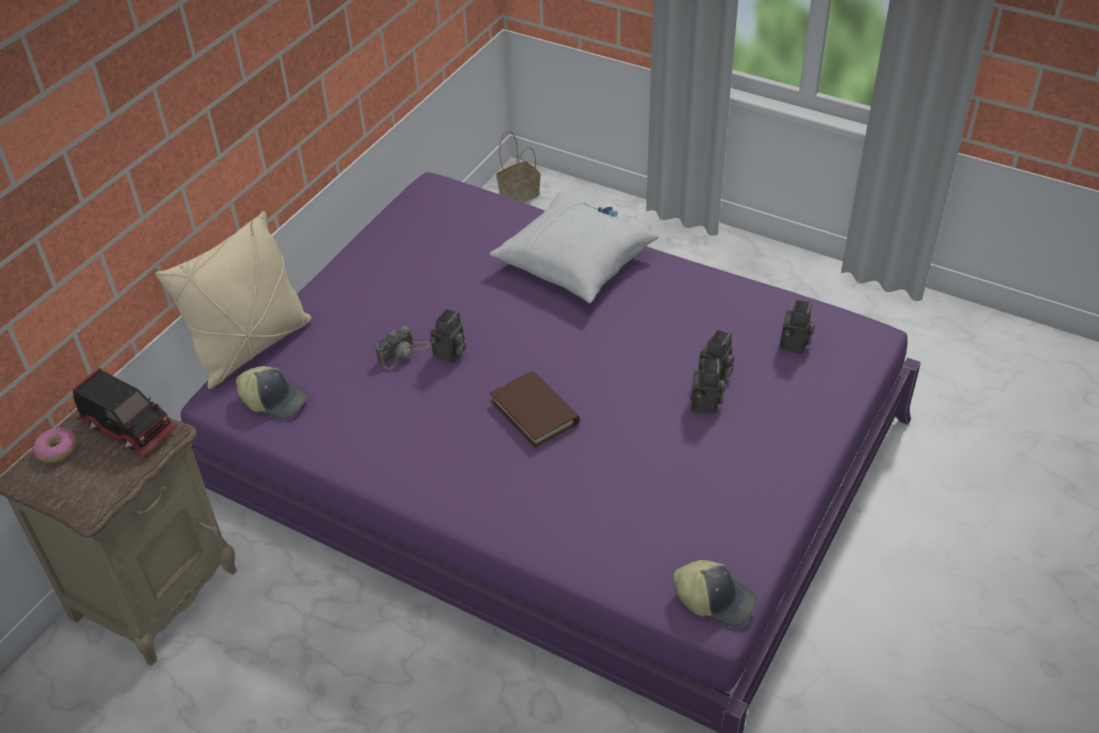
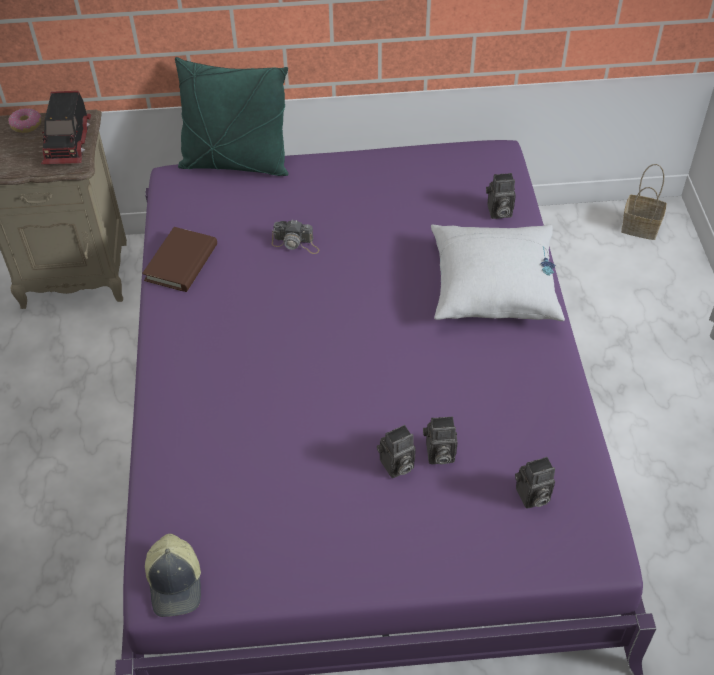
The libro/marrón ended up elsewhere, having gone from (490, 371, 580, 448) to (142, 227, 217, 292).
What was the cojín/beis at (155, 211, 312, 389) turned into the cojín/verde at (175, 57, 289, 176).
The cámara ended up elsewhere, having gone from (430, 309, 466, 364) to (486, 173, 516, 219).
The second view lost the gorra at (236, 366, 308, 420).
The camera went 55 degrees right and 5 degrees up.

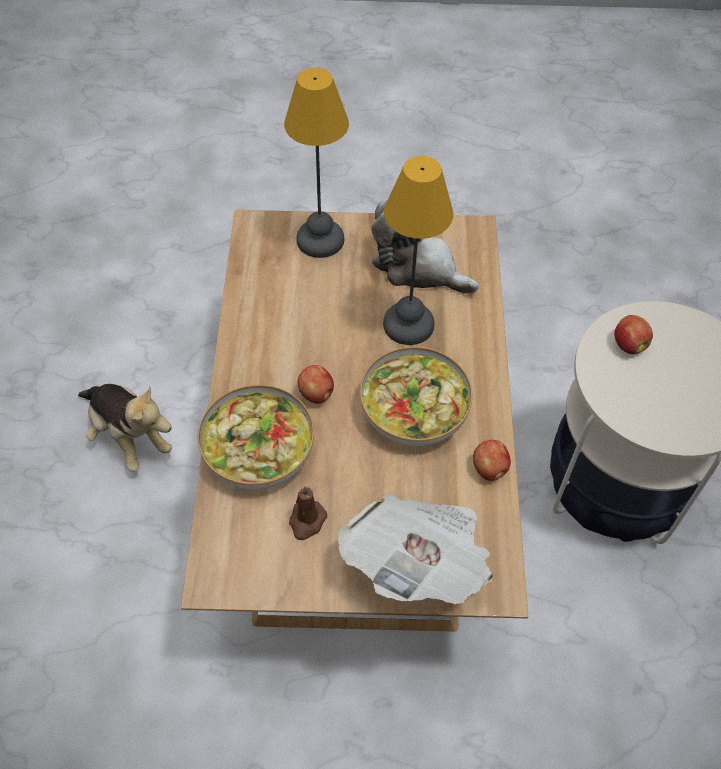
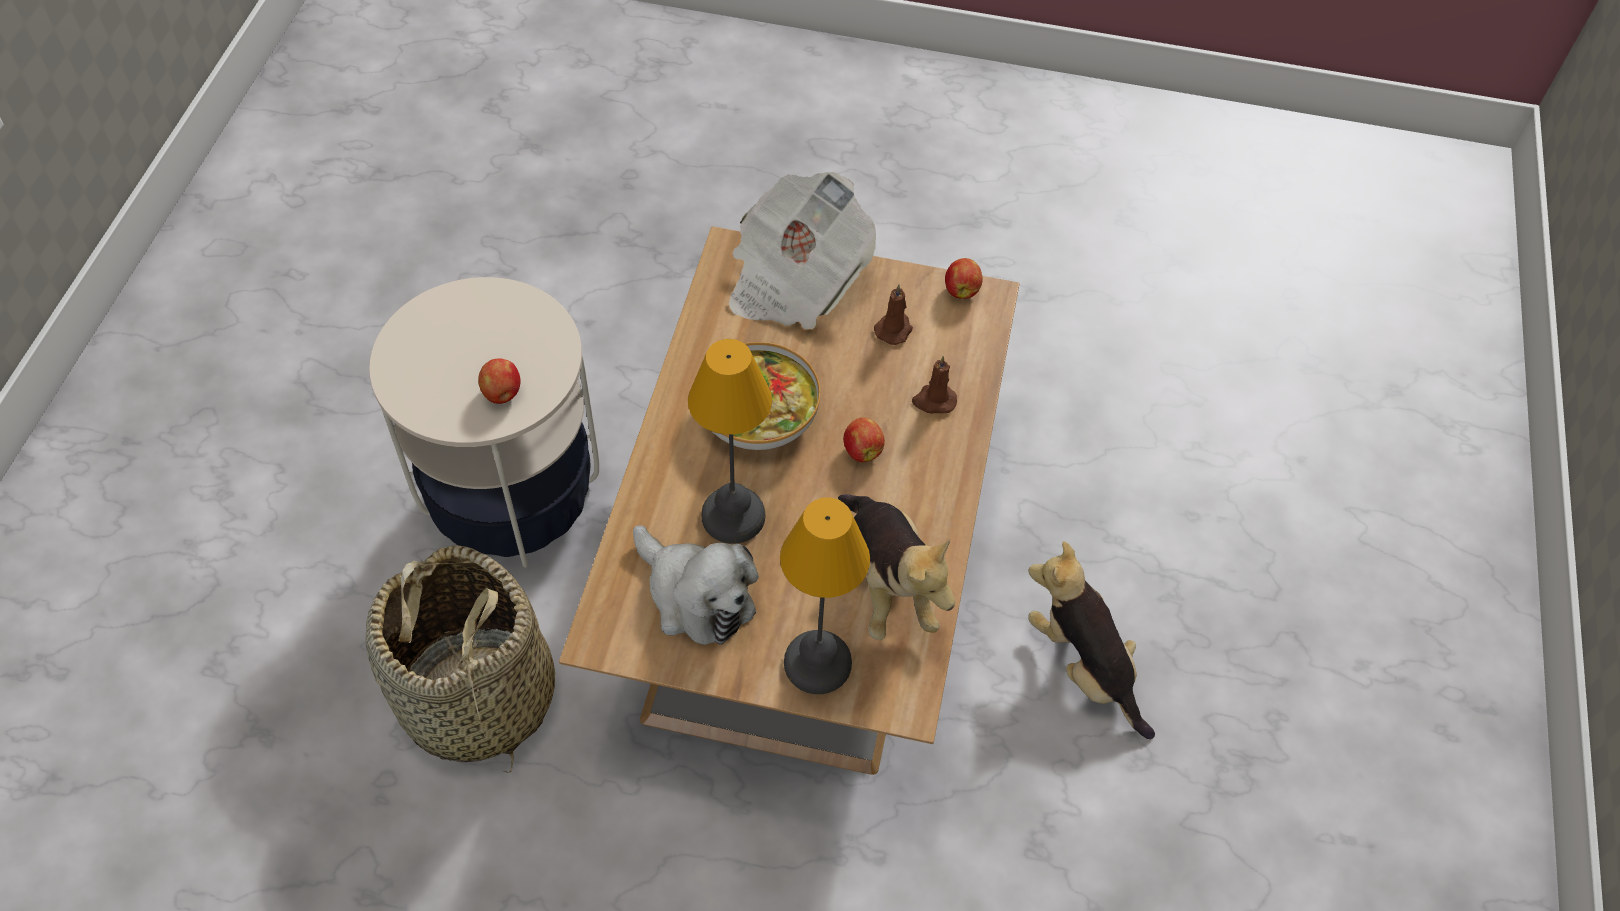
The second view gained the cesta at (366, 545, 555, 773).
The second view gained the peluche at (838, 494, 955, 640).
Where the cuenco stood at (198, 385, 314, 489), the vela/marrón came to stand at (912, 356, 957, 414).
The manzana ended up elsewhere, having gone from (473, 440, 511, 481) to (945, 258, 983, 299).
The camera went 170 degrees left and 0 degrees up.

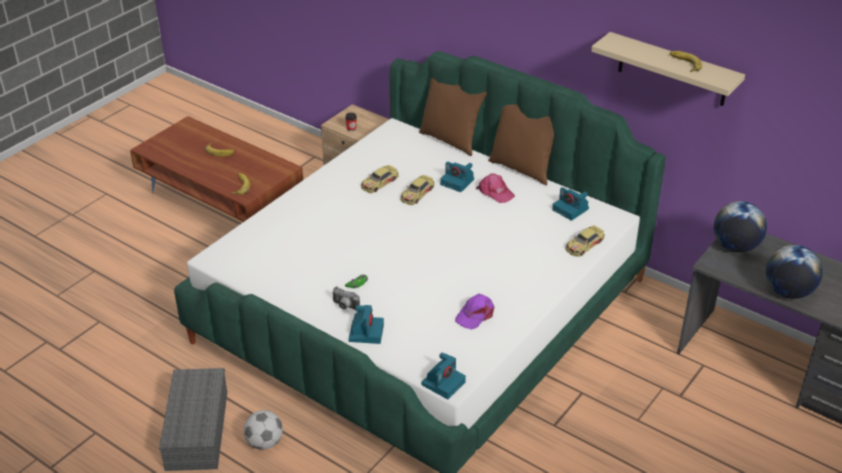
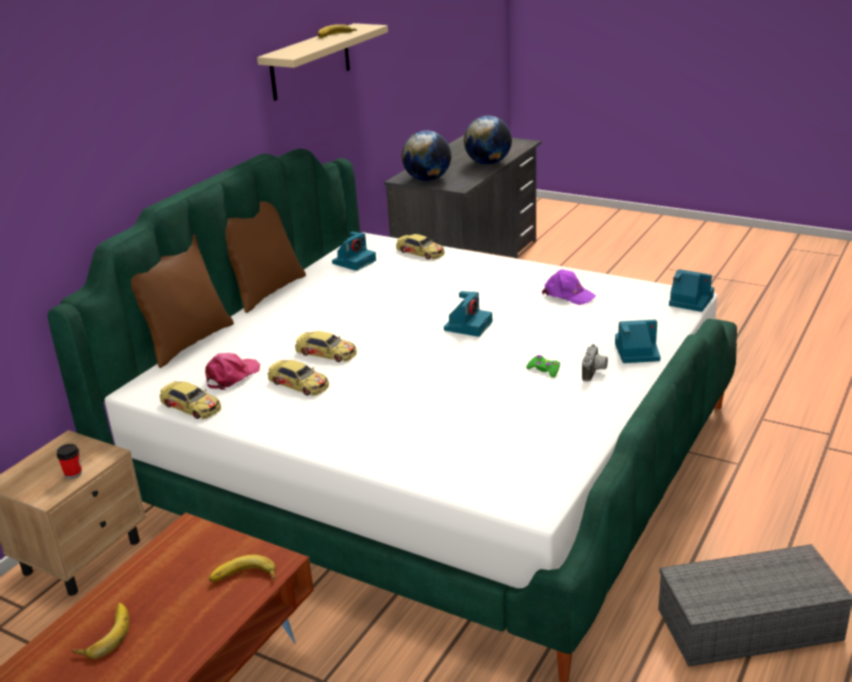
The second view gained the coche de juguete at (159, 381, 221, 419).
The gorra/rosa ended up elsewhere, having gone from (476, 173, 515, 203) to (205, 353, 260, 390).
The cámara ended up elsewhere, having gone from (440, 162, 474, 192) to (444, 291, 492, 337).
The second view lost the balón de fútbol at (244, 410, 283, 450).
The camera went 95 degrees left and 10 degrees down.

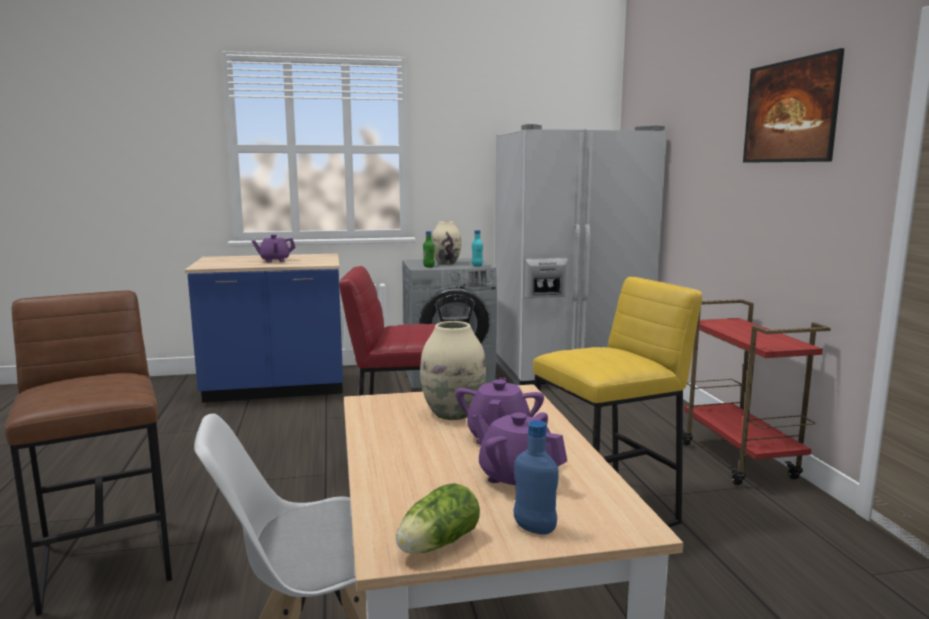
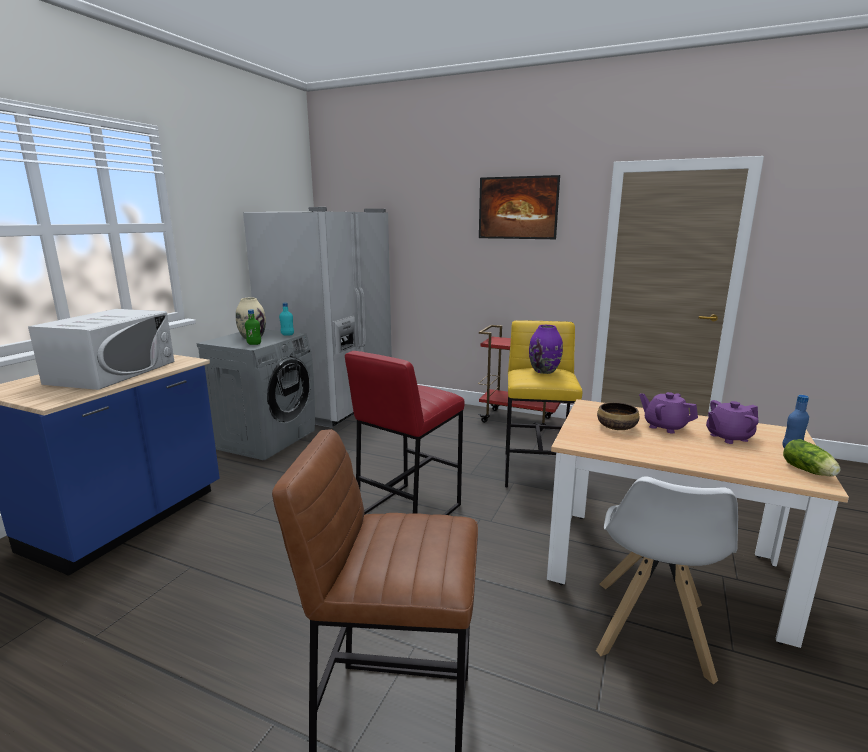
Where the tetera/morado stood at (252, 234, 296, 263), the microondas/blanco came to stand at (28, 309, 174, 390).
The second view gained the florero/morado at (529, 325, 563, 374).
Where the florero/beis stood at (420, 321, 486, 420), the cuenco came to stand at (597, 402, 639, 430).
The camera went 55 degrees left and 5 degrees up.

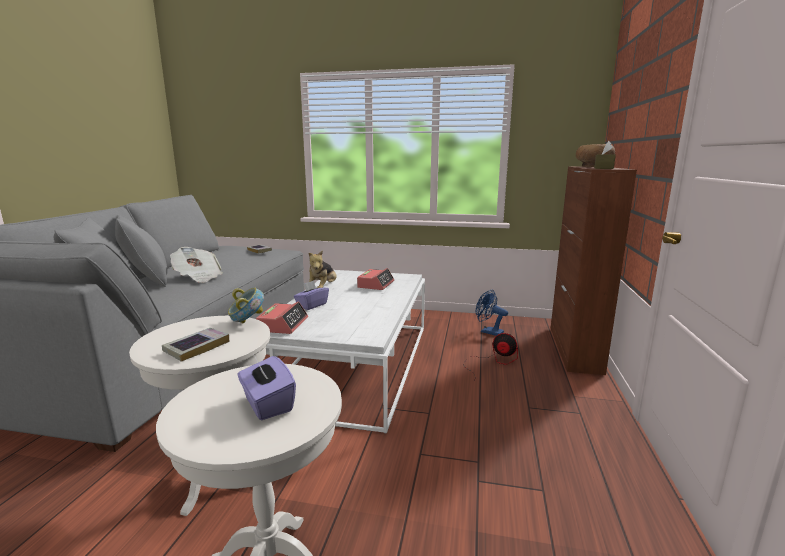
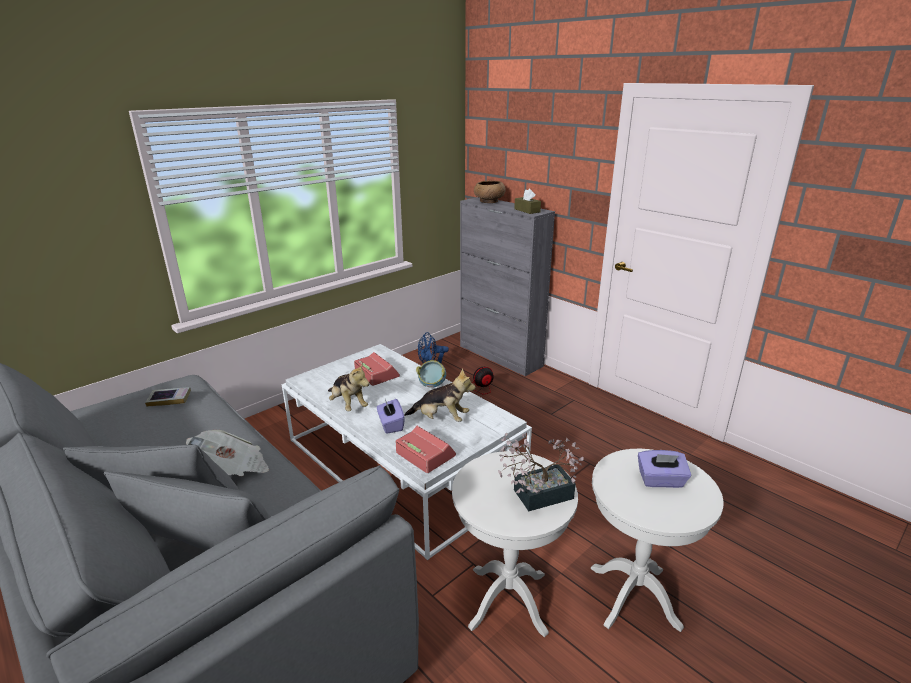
The second view gained the peluche at (405, 369, 476, 422).
The cuenco ended up elsewhere, having gone from (228, 288, 264, 324) to (416, 360, 446, 388).
What was the armario/marrón at (551, 167, 637, 375) turned into the armario/gris at (460, 197, 555, 376).
Where the libro stood at (162, 328, 230, 362), the planta en maceta came to stand at (498, 432, 584, 511).
The camera went 55 degrees left and 10 degrees up.

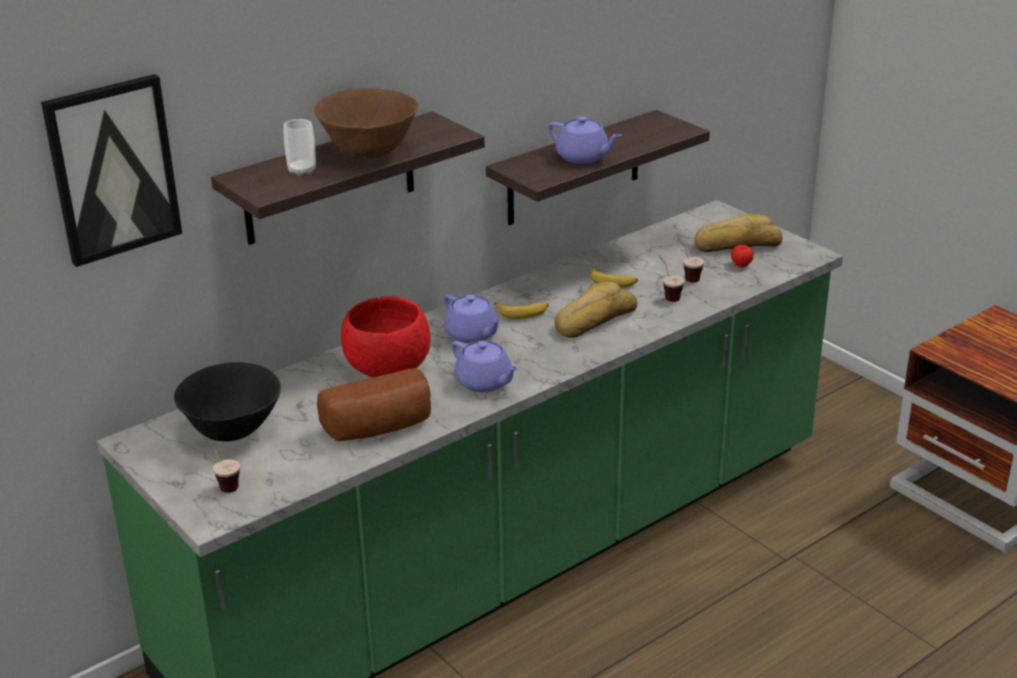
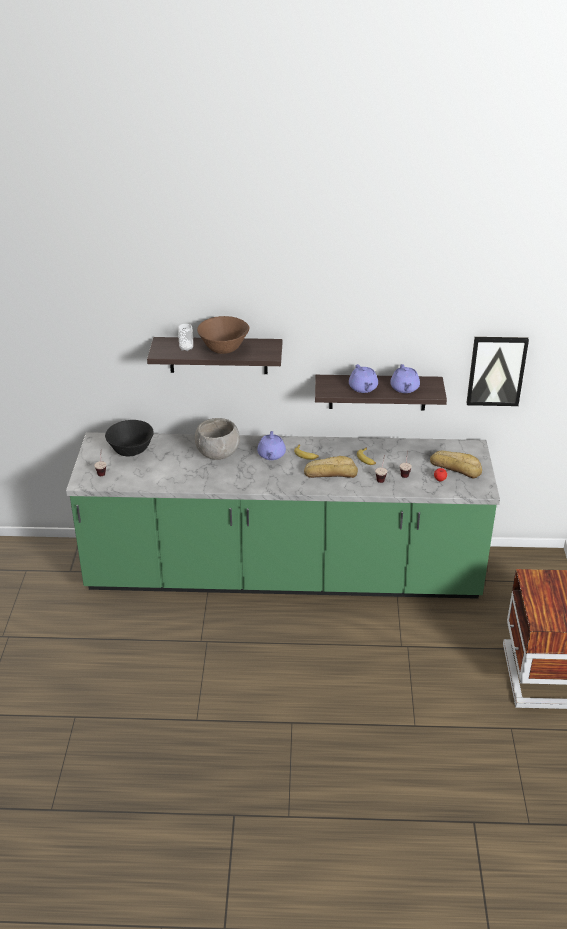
What was the cuenco/rojo at (341, 296, 431, 377) turned into the cuenco/gris at (195, 418, 240, 460).
The tetera/morado ended up elsewhere, having gone from (452, 341, 519, 392) to (390, 364, 420, 393).
The cuadro ended up elsewhere, having gone from (41, 74, 182, 267) to (466, 337, 529, 406).
The second view lost the pan at (317, 368, 431, 441).
The camera went 40 degrees right and 5 degrees up.

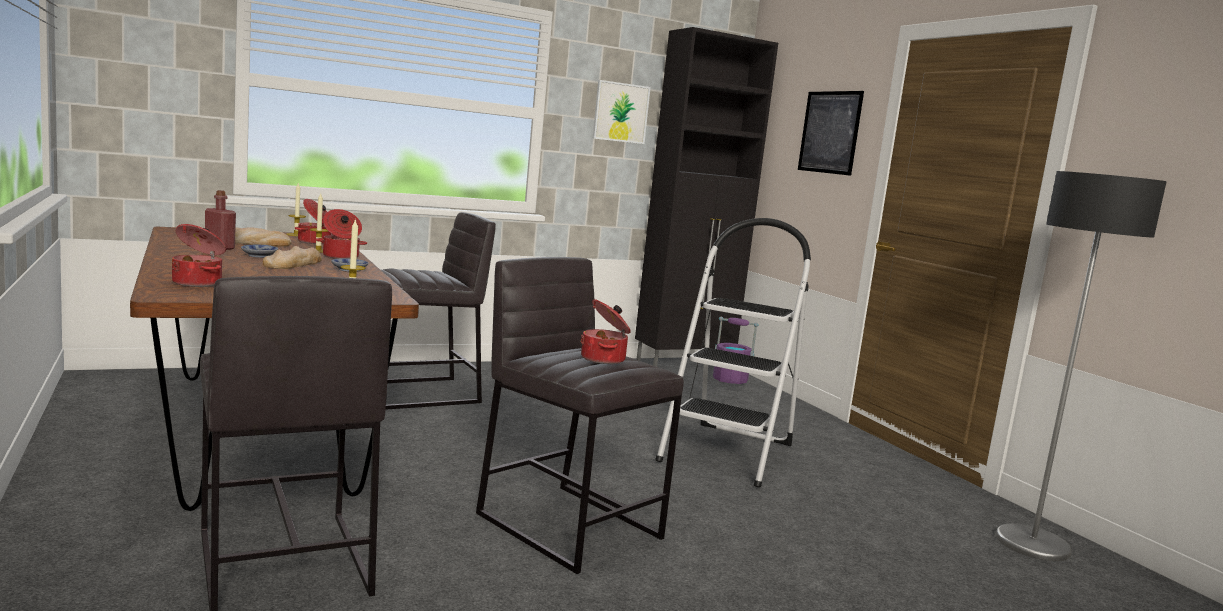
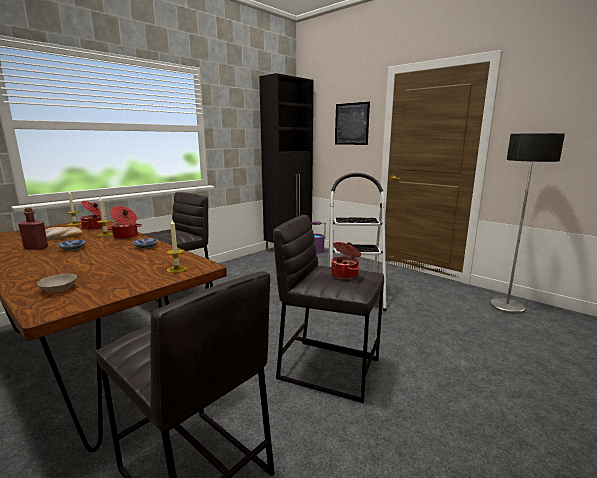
Where the olla stood at (172, 224, 226, 287), the cuenco/beis came to stand at (37, 274, 77, 292).
The second view lost the pan at (263, 246, 322, 269).
The second view lost the cuadro at (593, 80, 651, 144).
The camera went 20 degrees left and 5 degrees up.

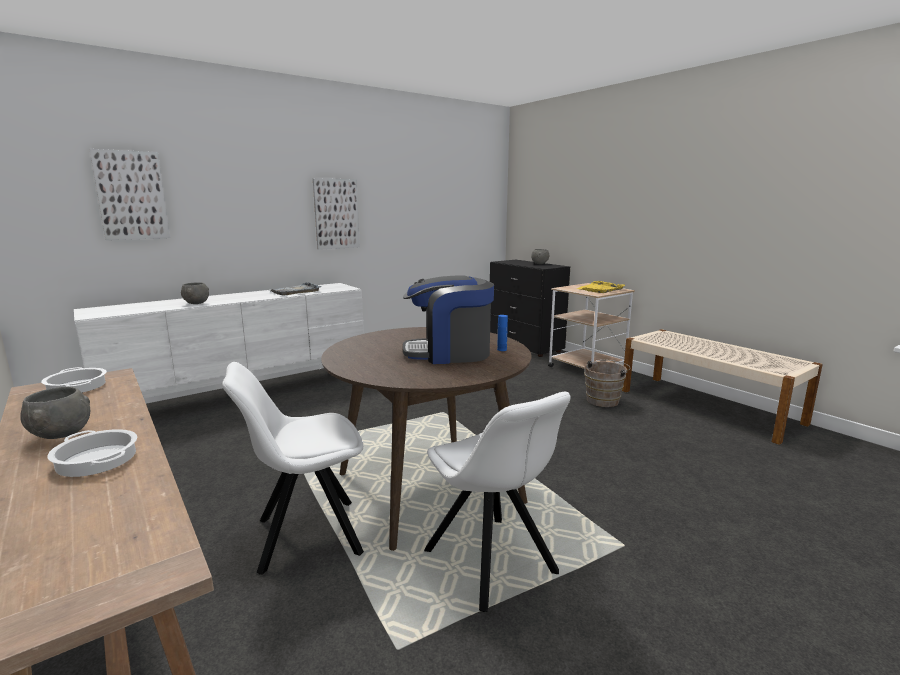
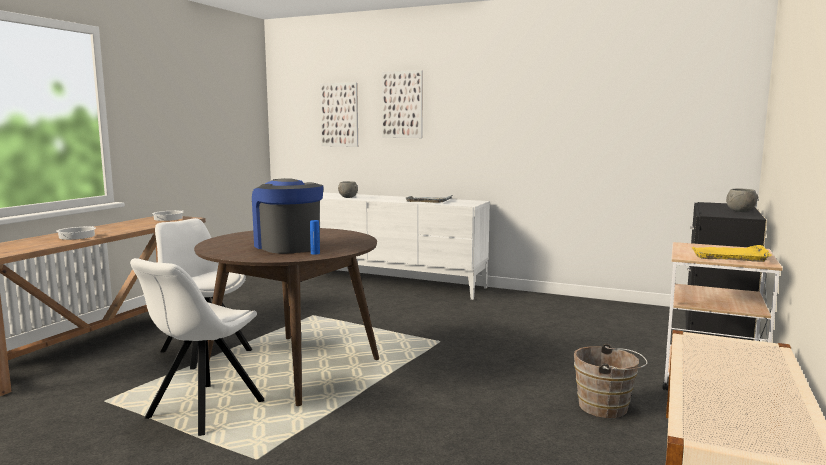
The cuadro ended up elsewhere, having gone from (313, 178, 360, 250) to (382, 70, 423, 138).
The second view lost the cuenco/gris at (20, 387, 90, 439).
The camera went 60 degrees right and 5 degrees down.

